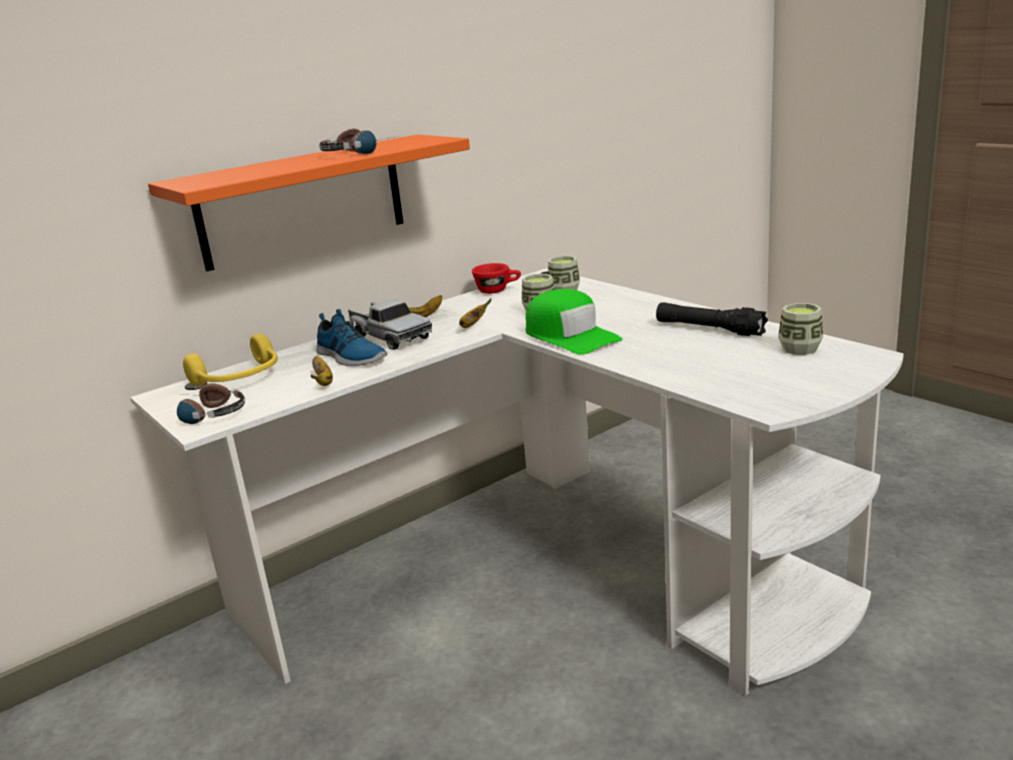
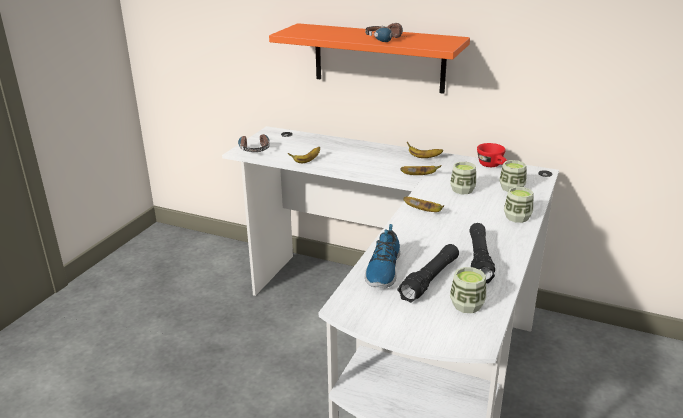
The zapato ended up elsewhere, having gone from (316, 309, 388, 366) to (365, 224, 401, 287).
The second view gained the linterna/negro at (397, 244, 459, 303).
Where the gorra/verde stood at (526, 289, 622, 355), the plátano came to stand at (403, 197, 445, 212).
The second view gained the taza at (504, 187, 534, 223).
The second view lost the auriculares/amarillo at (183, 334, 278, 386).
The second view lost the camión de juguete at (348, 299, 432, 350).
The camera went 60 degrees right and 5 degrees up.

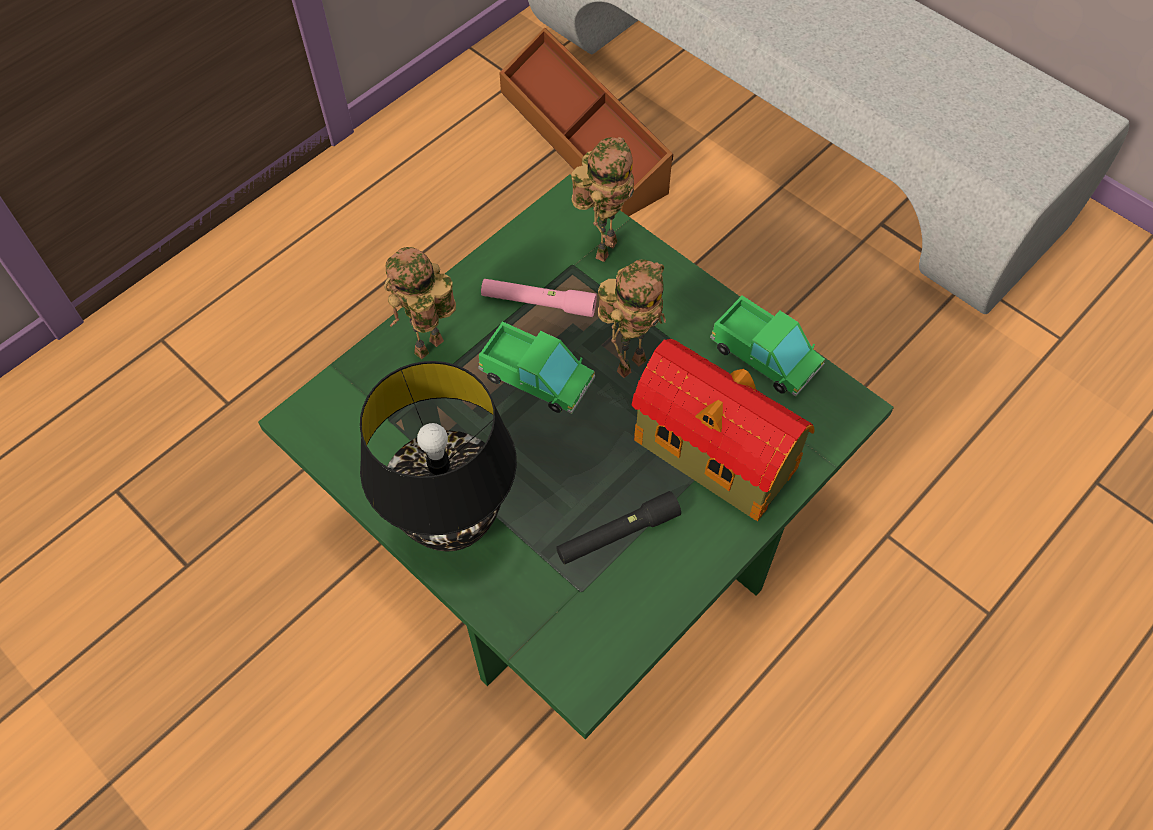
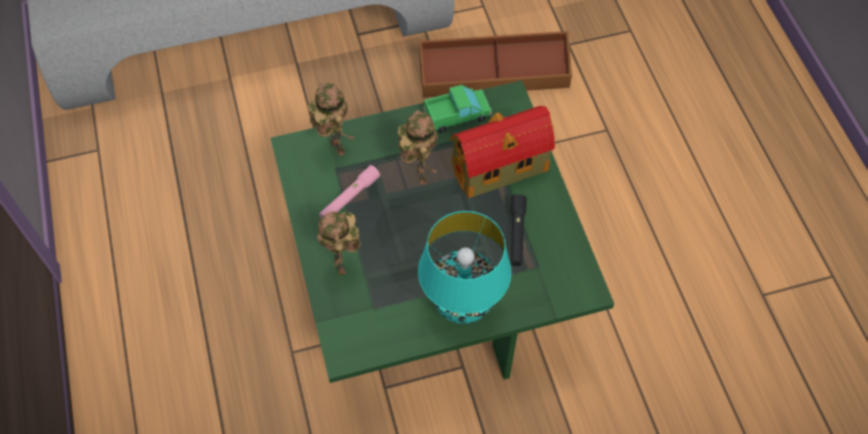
What was the lámpara de mesa/negro at (360, 361, 517, 552) turned into the lámpara de mesa/turquesa at (418, 211, 511, 324).
The caja de almacenaje/marrón ended up elsewhere, having gone from (499, 28, 673, 216) to (419, 31, 572, 98).
The second view lost the camión de juguete at (478, 321, 595, 414).
The camera went 60 degrees left and 0 degrees up.

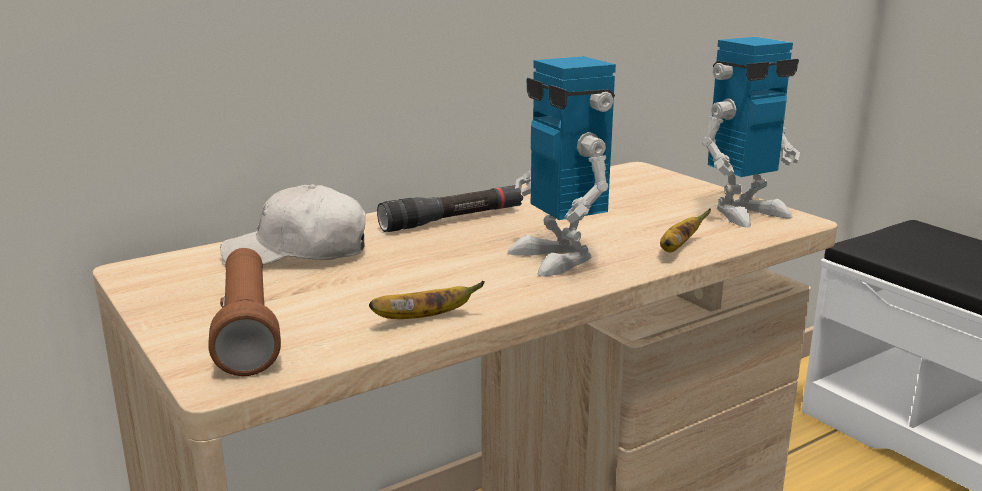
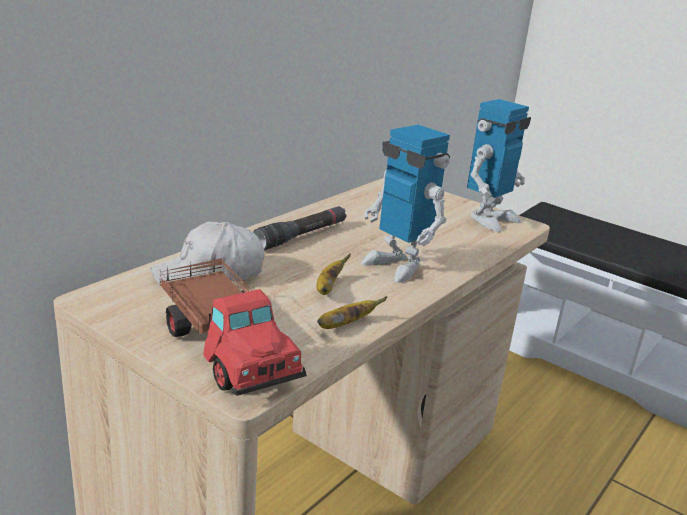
Where the linterna/marrón stood at (208, 248, 281, 376), the camión de juguete came to stand at (159, 258, 307, 396).
The plátano ended up elsewhere, having gone from (660, 209, 711, 252) to (316, 253, 351, 295).
The camera went 20 degrees left and 5 degrees up.

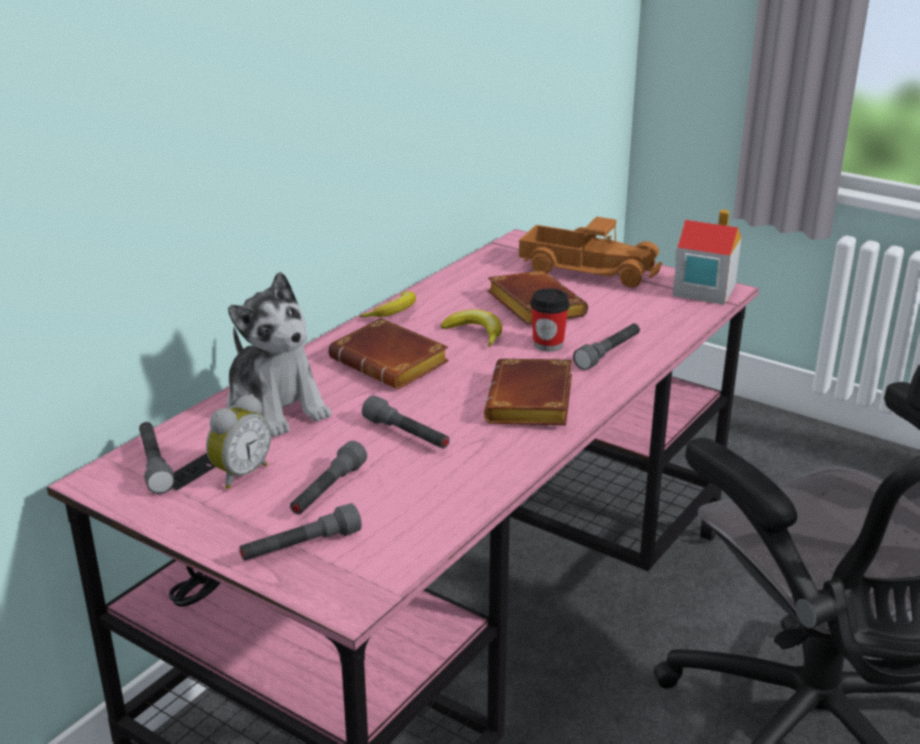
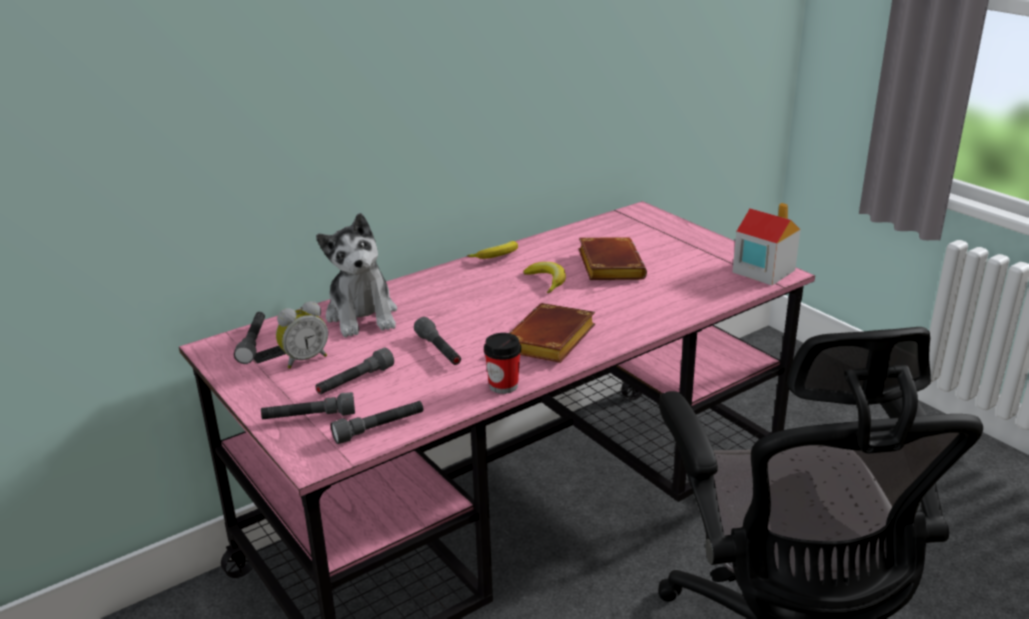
The linterna/gris ended up elsewhere, having gone from (573, 323, 640, 370) to (331, 401, 424, 444).
The taza ended up elsewhere, having gone from (530, 288, 570, 352) to (484, 333, 521, 394).
The second view lost the libro/marrón at (328, 318, 449, 389).
The second view lost the camión de juguete at (519, 217, 662, 288).
The camera went 20 degrees right and 0 degrees up.

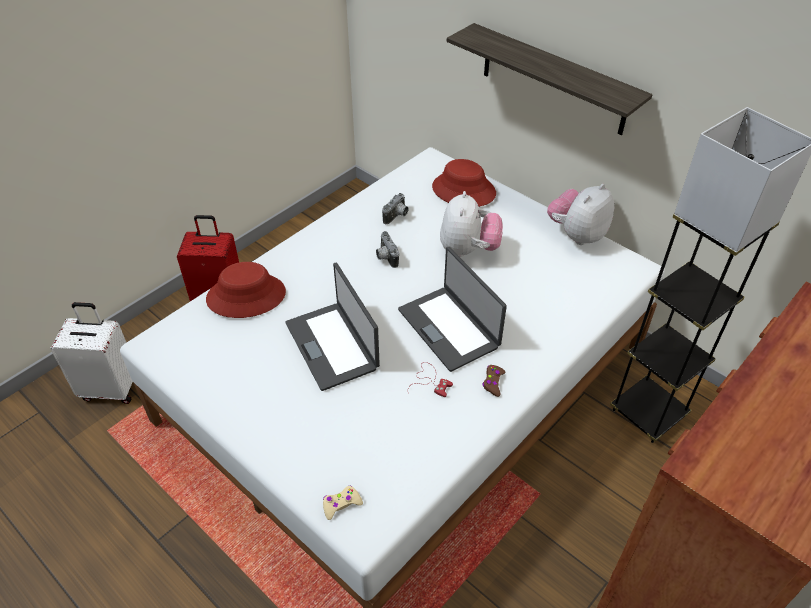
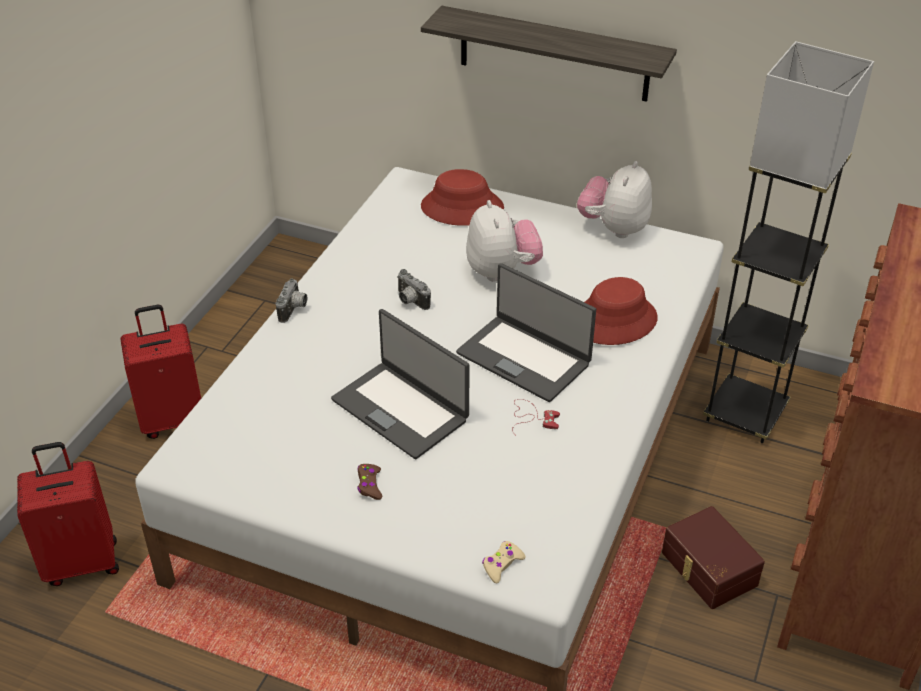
What was the maleta/blanco at (50, 302, 133, 404) turned into the maleta/rojo at (17, 442, 119, 586).
The cámara ended up elsewhere, having gone from (382, 193, 409, 224) to (275, 278, 307, 323).
The mando de consola/marrón ended up elsewhere, having gone from (483, 365, 505, 397) to (357, 464, 382, 500).
The sombrero/rojo ended up elsewhere, having gone from (206, 262, 286, 318) to (585, 277, 658, 345).
The second view gained the caja de almacenaje/marrón at (662, 506, 765, 609).
The camera went 20 degrees left and 5 degrees down.

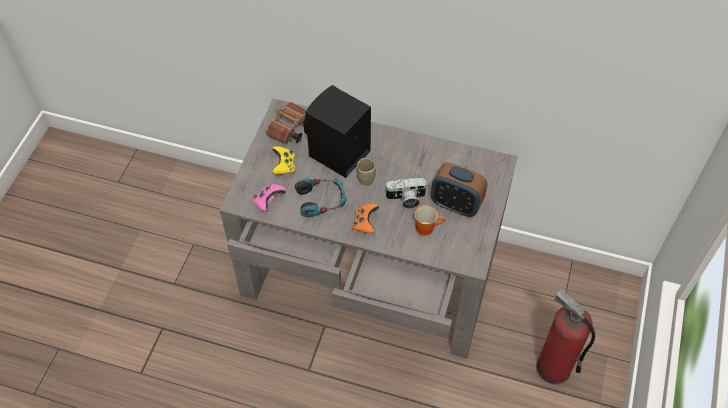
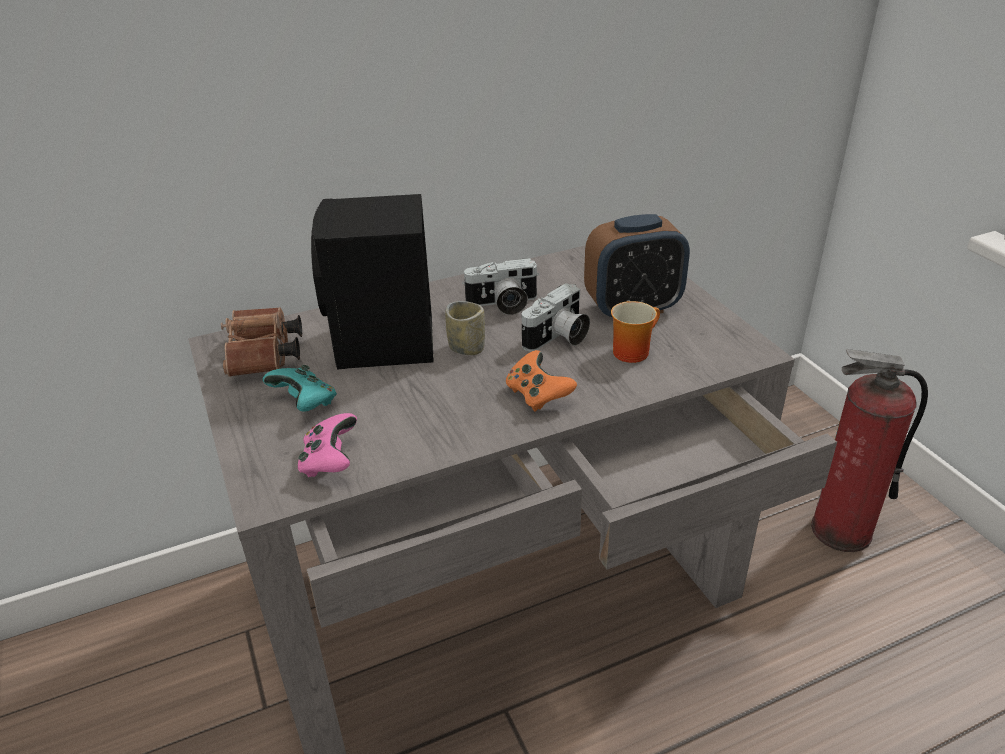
What was the mando de consola/amarillo at (272, 146, 295, 174) turned into the mando de consola/turquesa at (263, 365, 337, 412).
The second view gained the cámara at (462, 258, 539, 315).
The second view lost the auriculares at (294, 178, 346, 218).
The camera went 40 degrees left and 20 degrees down.

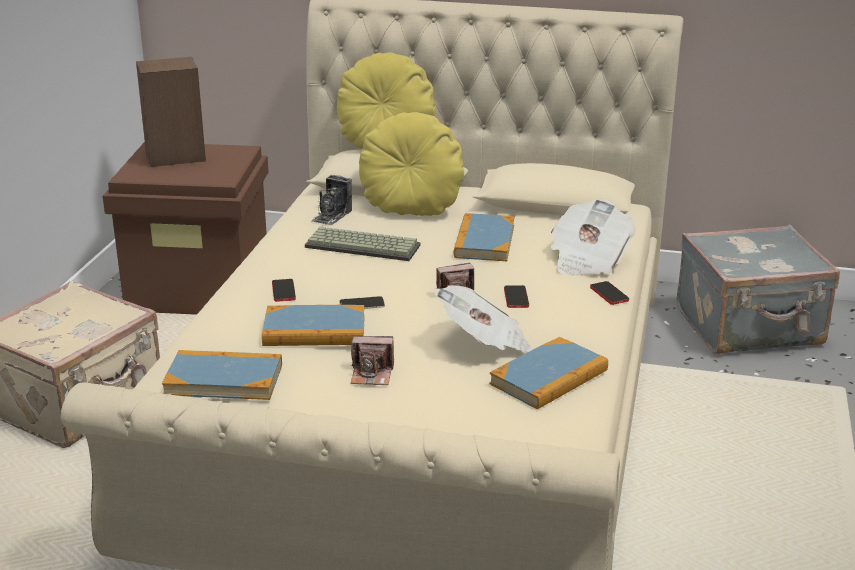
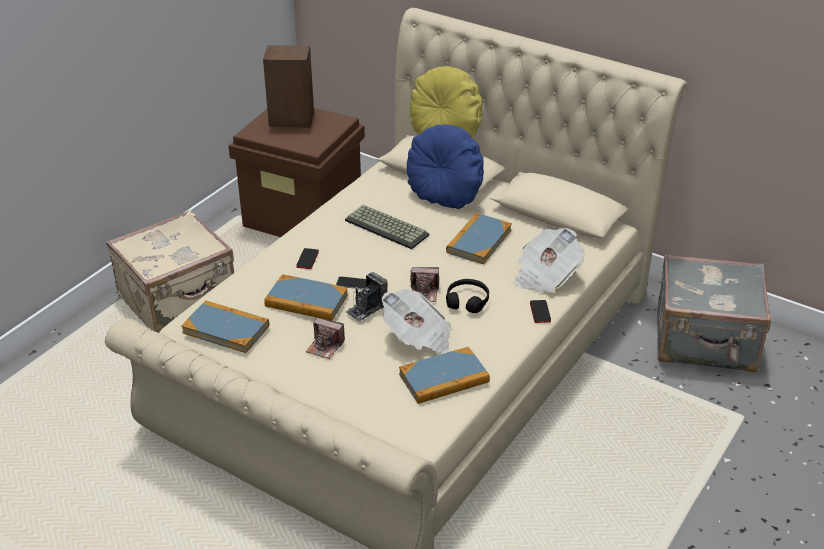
The cámara ended up elsewhere, having gone from (312, 175, 352, 225) to (346, 272, 388, 321).
What was the cojín/amarillo at (359, 112, 464, 216) turned into the cojín/azul at (407, 124, 484, 209).
Where the móvil stood at (504, 285, 529, 308), the auriculares/negro came to stand at (446, 279, 489, 313).
The camera went 20 degrees right and 10 degrees up.

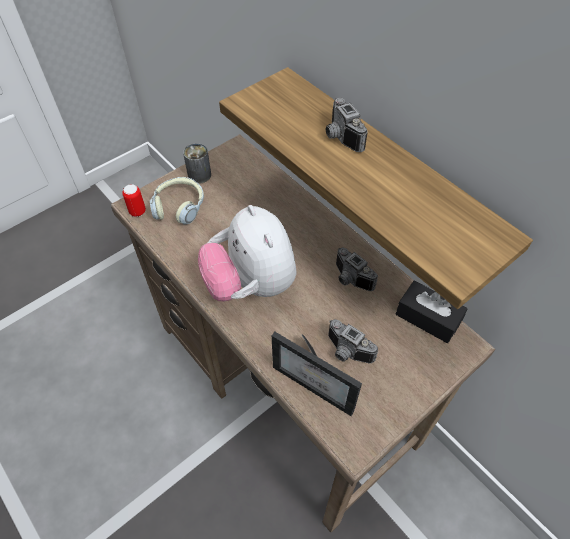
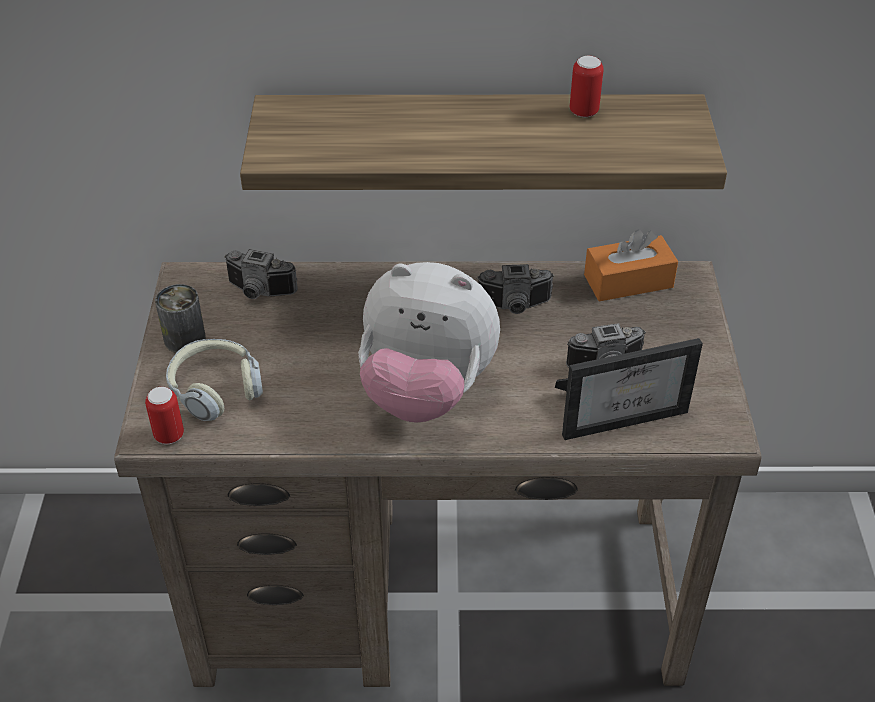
The cámara ended up elsewhere, having gone from (326, 98, 368, 152) to (224, 249, 298, 299).
The second view gained the lata at (570, 56, 604, 117).
What was the caja de pañuelos/negro at (396, 280, 467, 343) turned into the caja de pañuelos/naranja at (584, 229, 678, 301).
The camera went 50 degrees left and 10 degrees down.

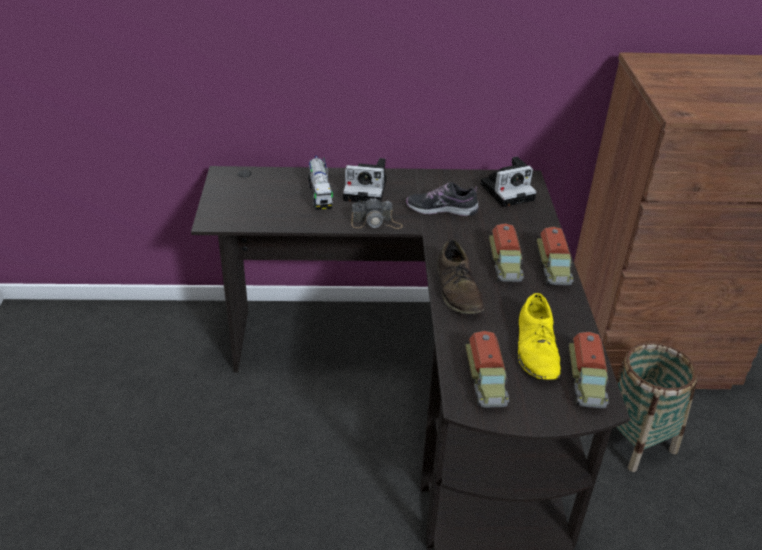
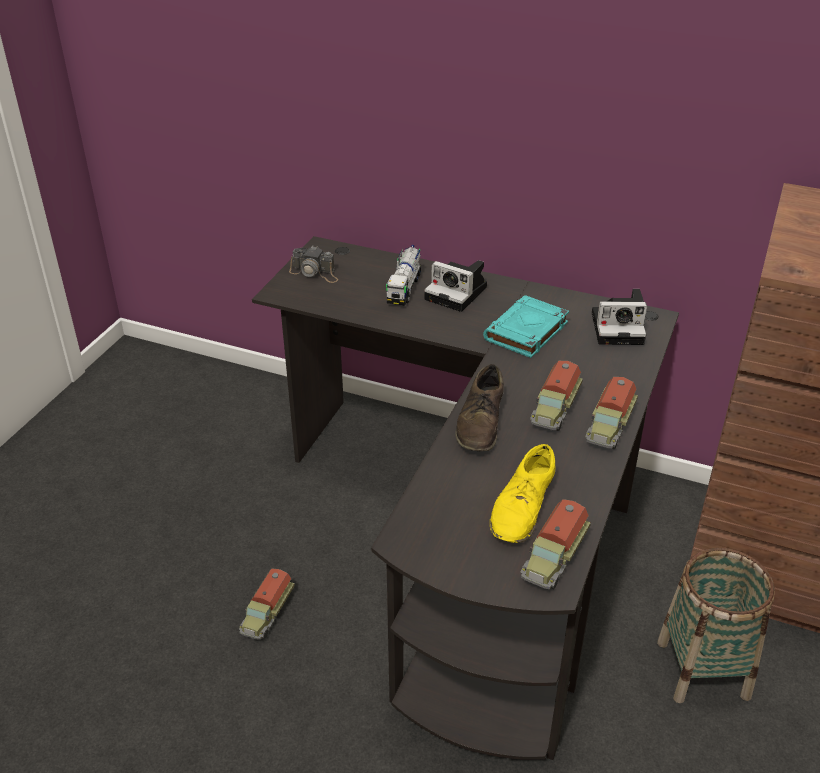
The camión de juguete ended up elsewhere, having gone from (465, 331, 509, 408) to (239, 568, 295, 640).
The cámara ended up elsewhere, having gone from (351, 198, 403, 229) to (289, 246, 338, 283).
Where the zapato stood at (406, 182, 479, 216), the libro/turquesa came to stand at (483, 295, 569, 358).
The camera went 25 degrees right and 0 degrees up.

